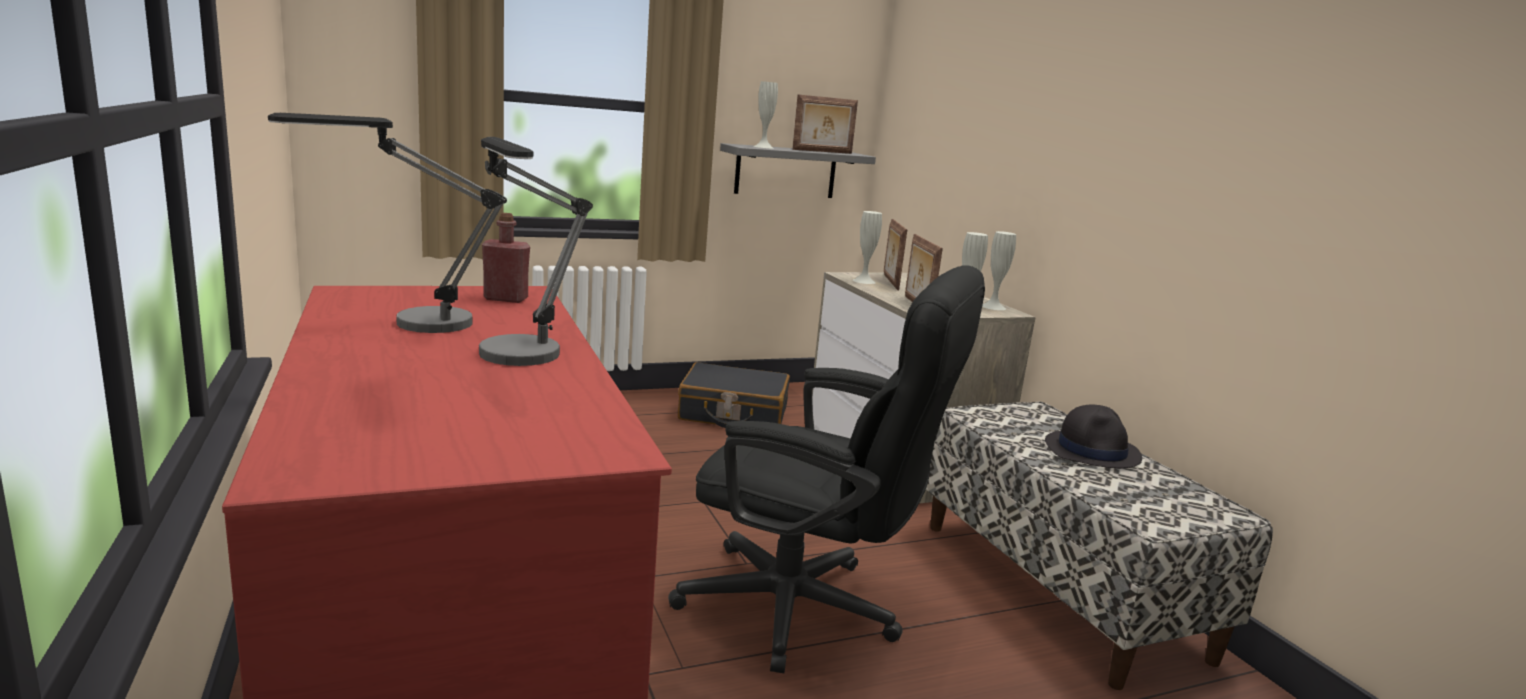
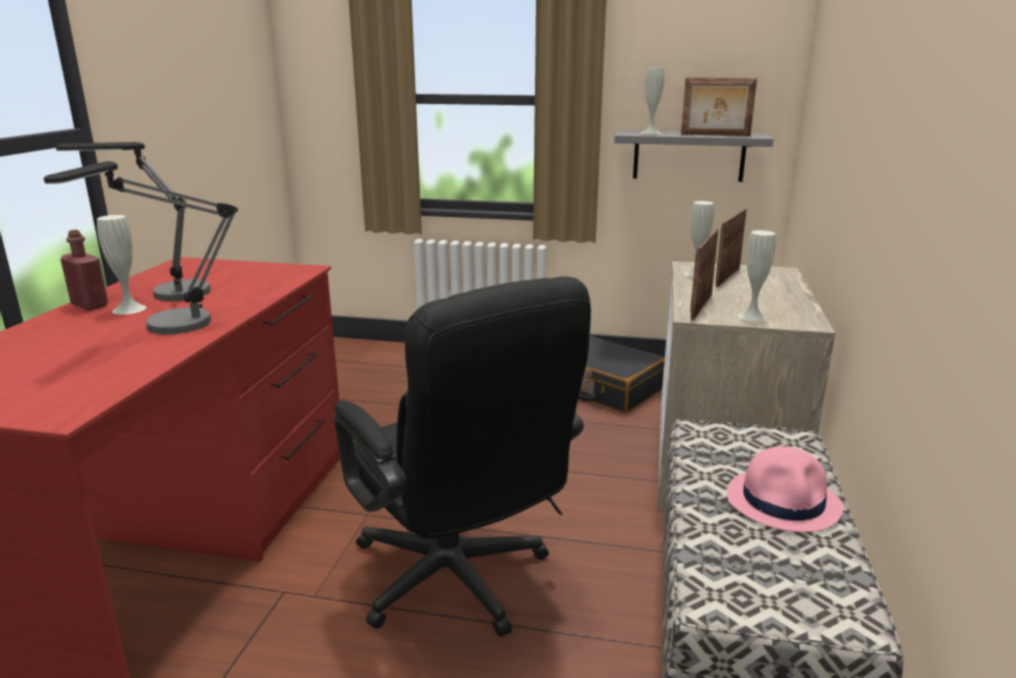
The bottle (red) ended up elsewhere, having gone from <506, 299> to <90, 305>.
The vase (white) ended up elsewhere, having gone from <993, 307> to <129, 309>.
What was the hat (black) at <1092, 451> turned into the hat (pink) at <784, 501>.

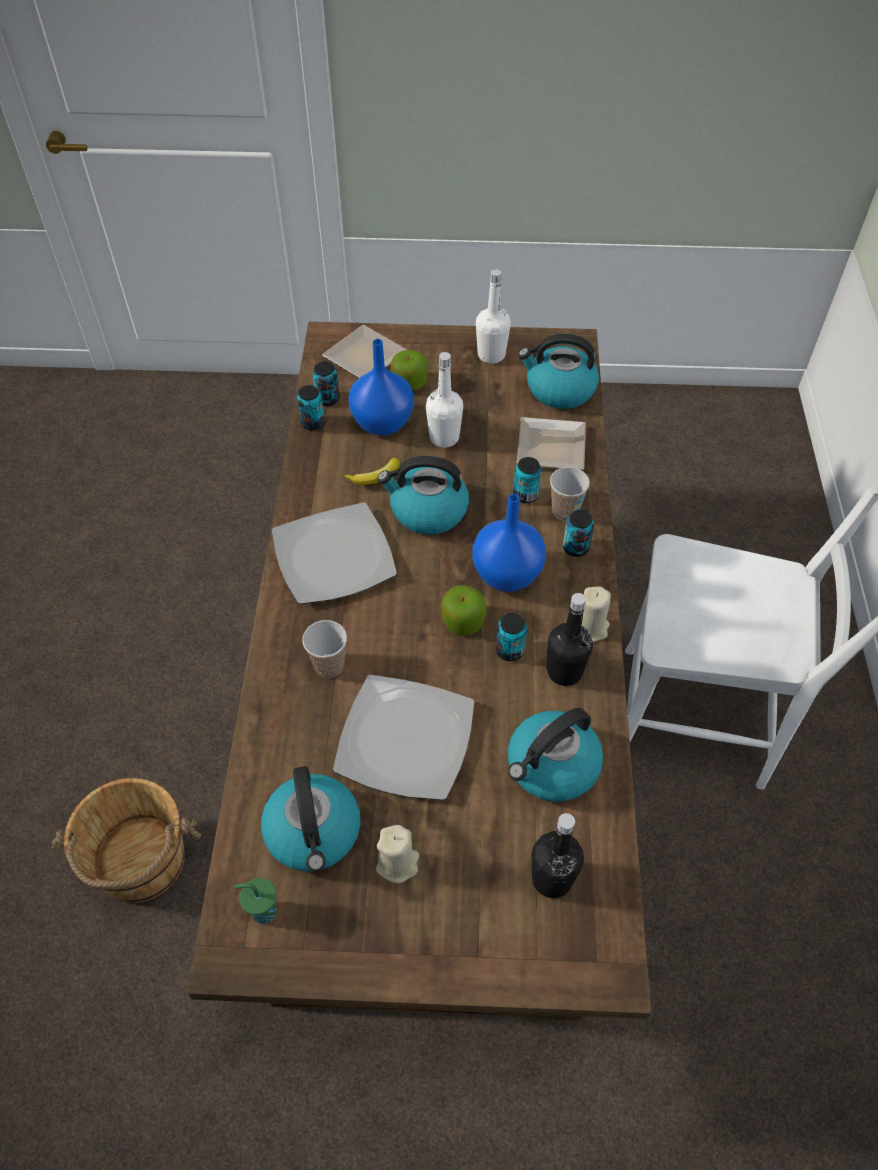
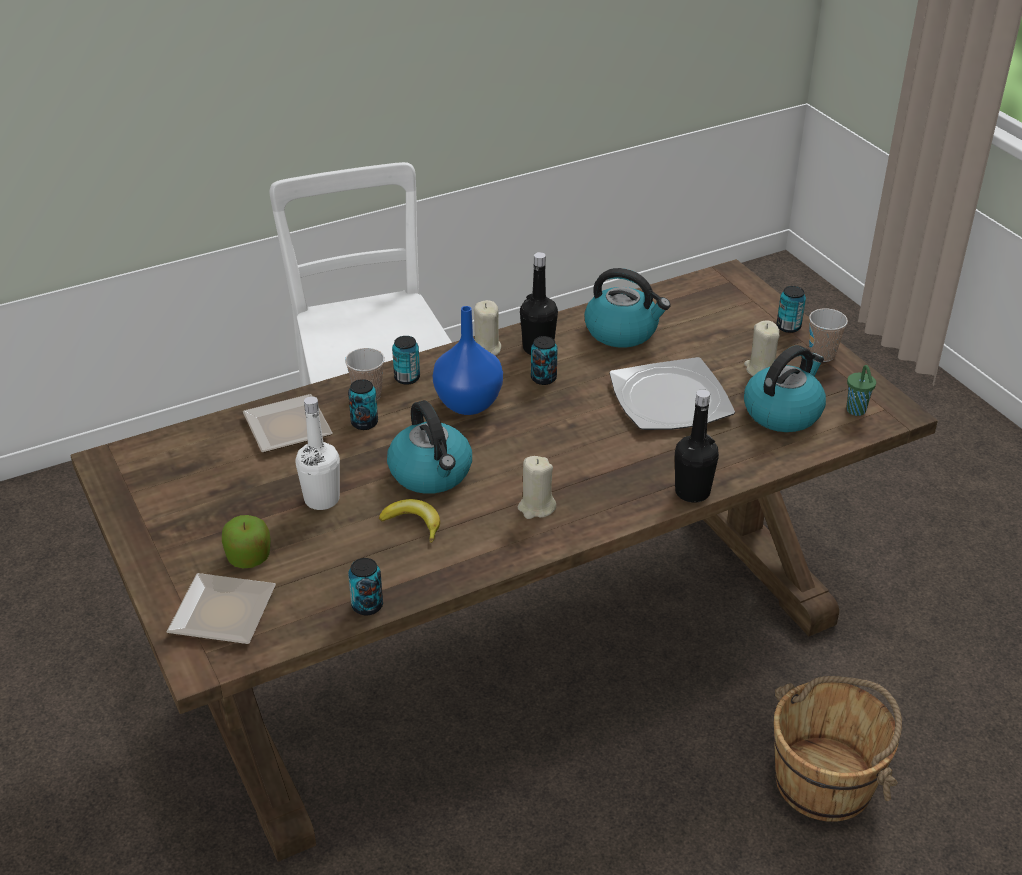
Where the plate stood at <335, 557>, the candle (beige) came to stand at <536, 507>.
The cup ended up elsewhere, having gone from <329, 665> to <822, 354>.
The can ended up elsewhere, having gone from <327, 399> to <788, 327>.
The second view lost the vase (blue) at <383, 424>.
The second view lost the apple at <463, 621>.
The second view lost the bottle (white) at <491, 355>.
The second view lost the kettle at <559, 389>.
The bottle (black) ended up elsewhere, having gone from <552, 879> to <692, 492>.

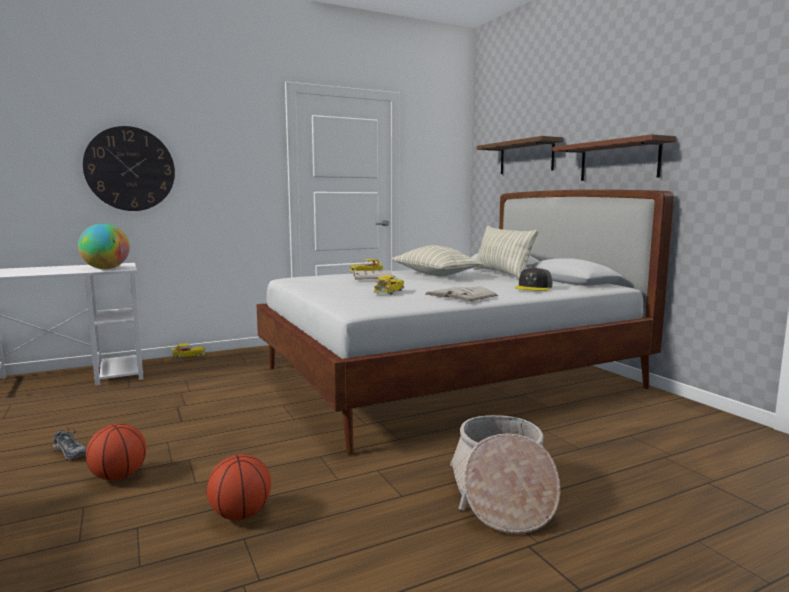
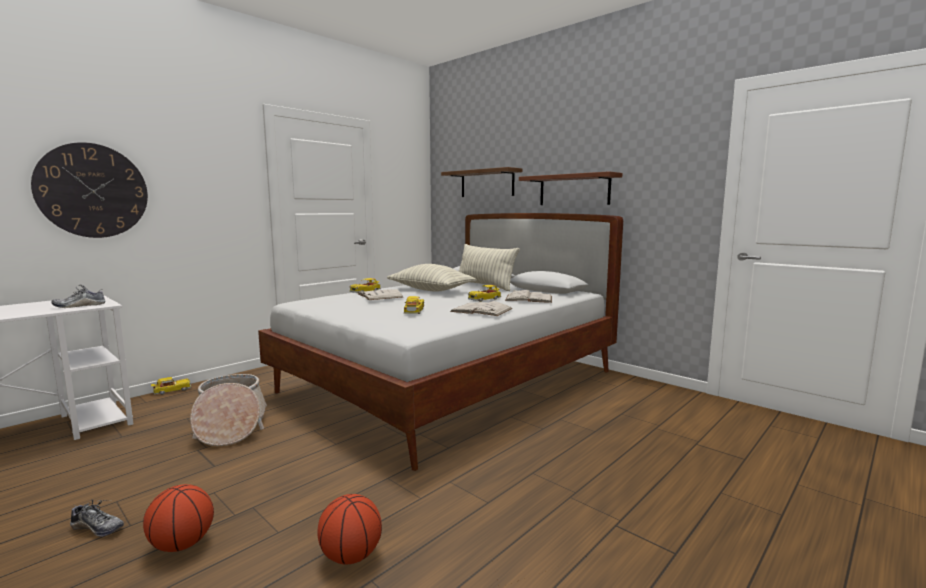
Where the globe stood at <106, 269>, the shoe came to stand at <79, 306>.
The basket ended up elsewhere, having gone from <501, 495> to <230, 426>.
Where the cap (grey) stood at <533, 287>, the book (white) came to stand at <529, 298>.
The second view gained the toy car at <485, 299>.

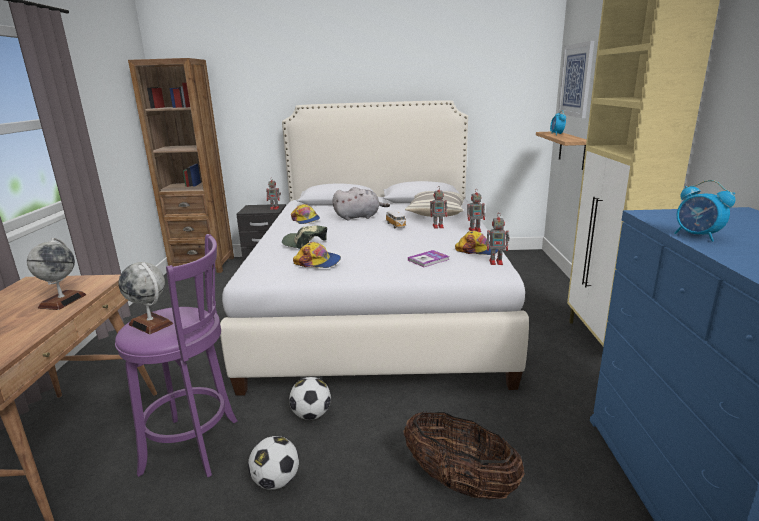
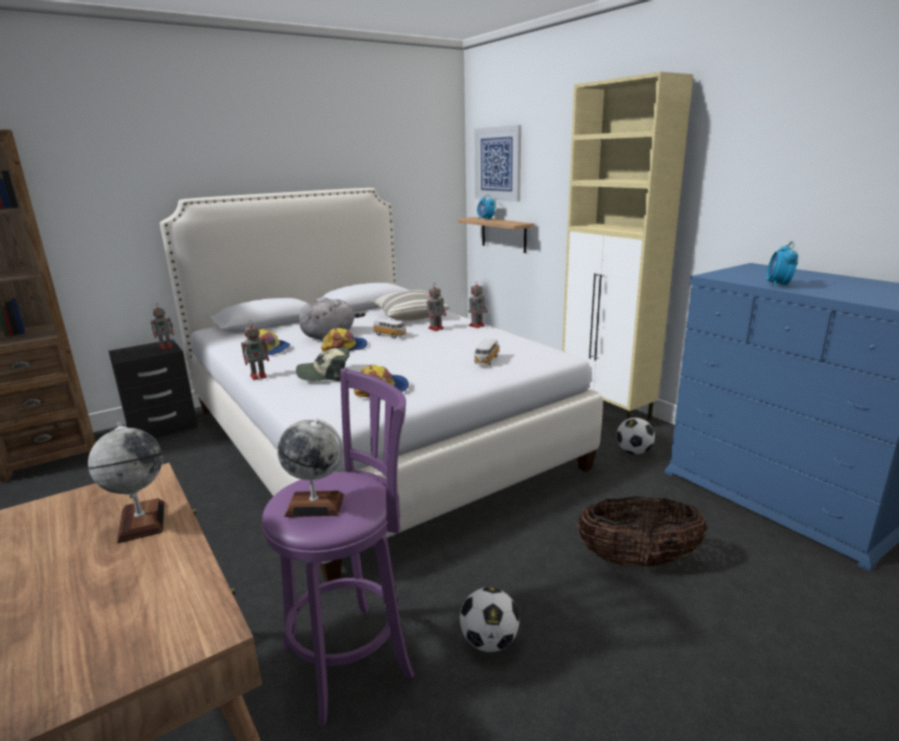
The football ended up elsewhere, having gone from <311, 415> to <634, 452>.
Where the book stood at <428, 260>, the toy car came to stand at <486, 360>.
The cap ended up elsewhere, having gone from <478, 249> to <345, 347>.
The toy robot ended up elsewhere, having gone from <496, 262> to <259, 376>.
The alarm clock at <697, 236> ended up facing another way, 90 degrees clockwise from before.

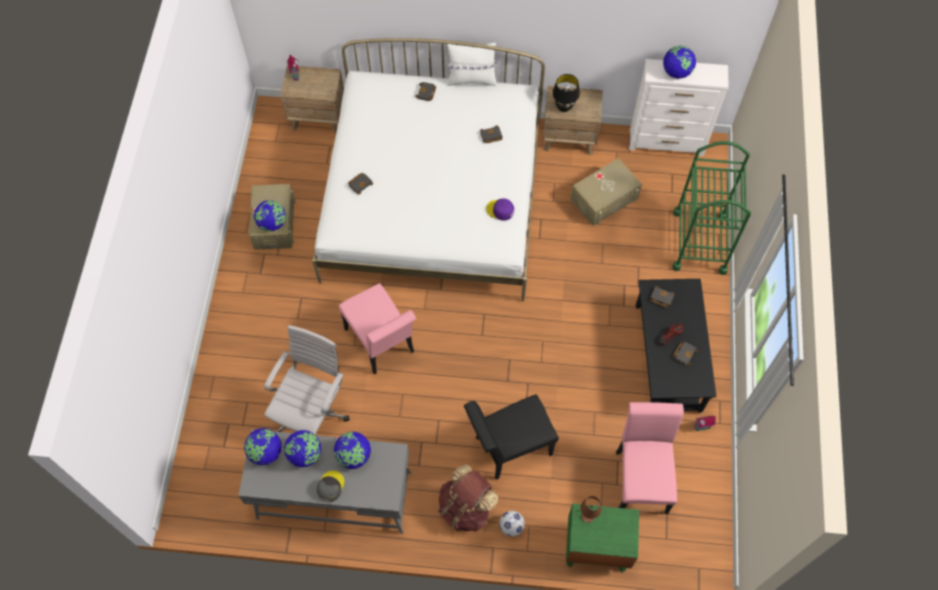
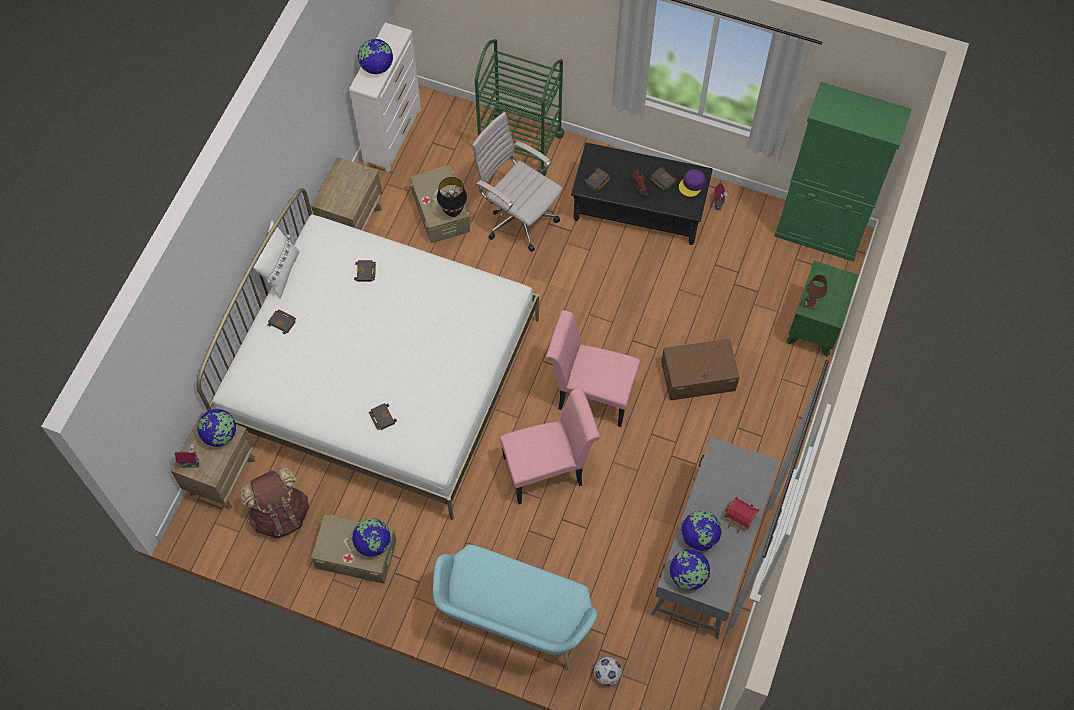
The office chair (white) ended up elsewhere, having gone from <313, 413> to <517, 218>.
Where the cap (grey) stood at <330, 486>, the toy house came to stand at <740, 519>.
The globe ended up elsewhere, having gone from <354, 456> to <220, 435>.
The backpack (brown) ended up elsewhere, having gone from <466, 508> to <280, 514>.
Where the chair (black) stood at <508, 448>, the storage box (brown) came to stand at <698, 376>.
The cap (purple) ended up elsewhere, having gone from <500, 210> to <692, 184>.
The football ended up elsewhere, having gone from <511, 526> to <607, 675>.
The table lamp (black) ended up elsewhere, having gone from <564, 108> to <453, 211>.
The chair (pink) ended up elsewhere, having gone from <641, 476> to <590, 394>.
The second view gained the bench (turquoise) at <513, 623>.
The second view gained the cabinet (green) at <819, 232>.

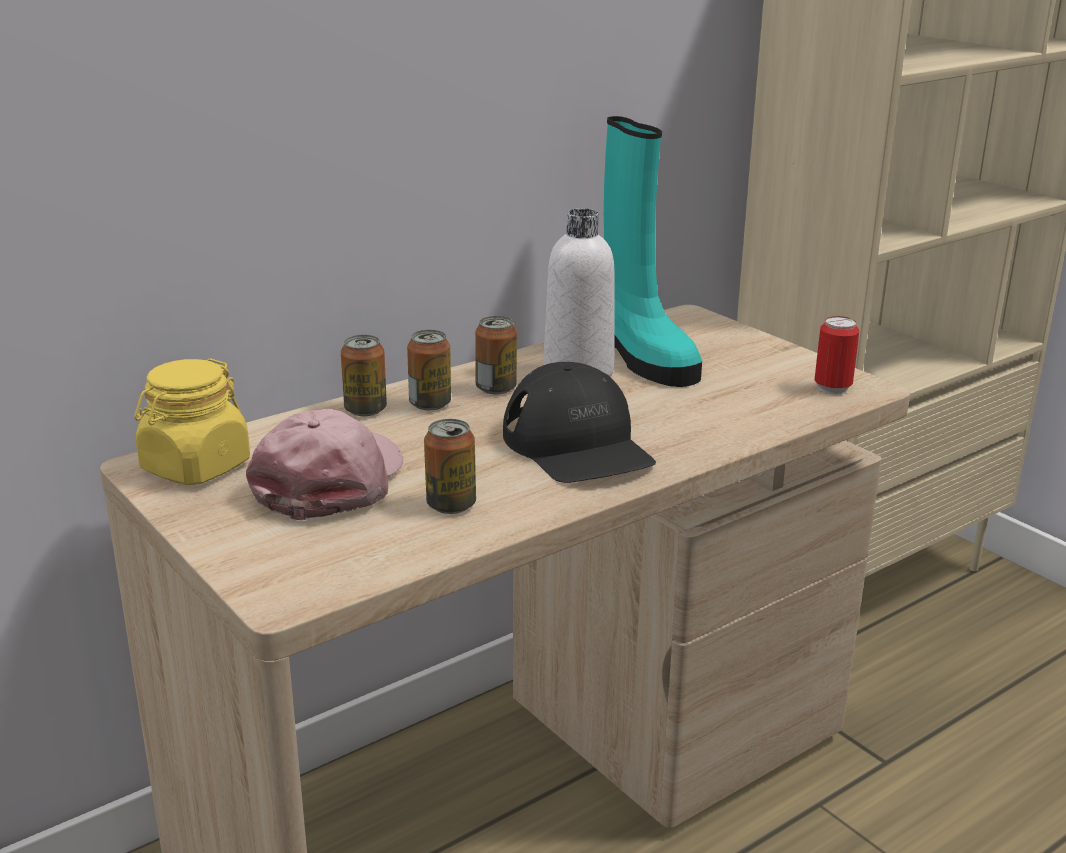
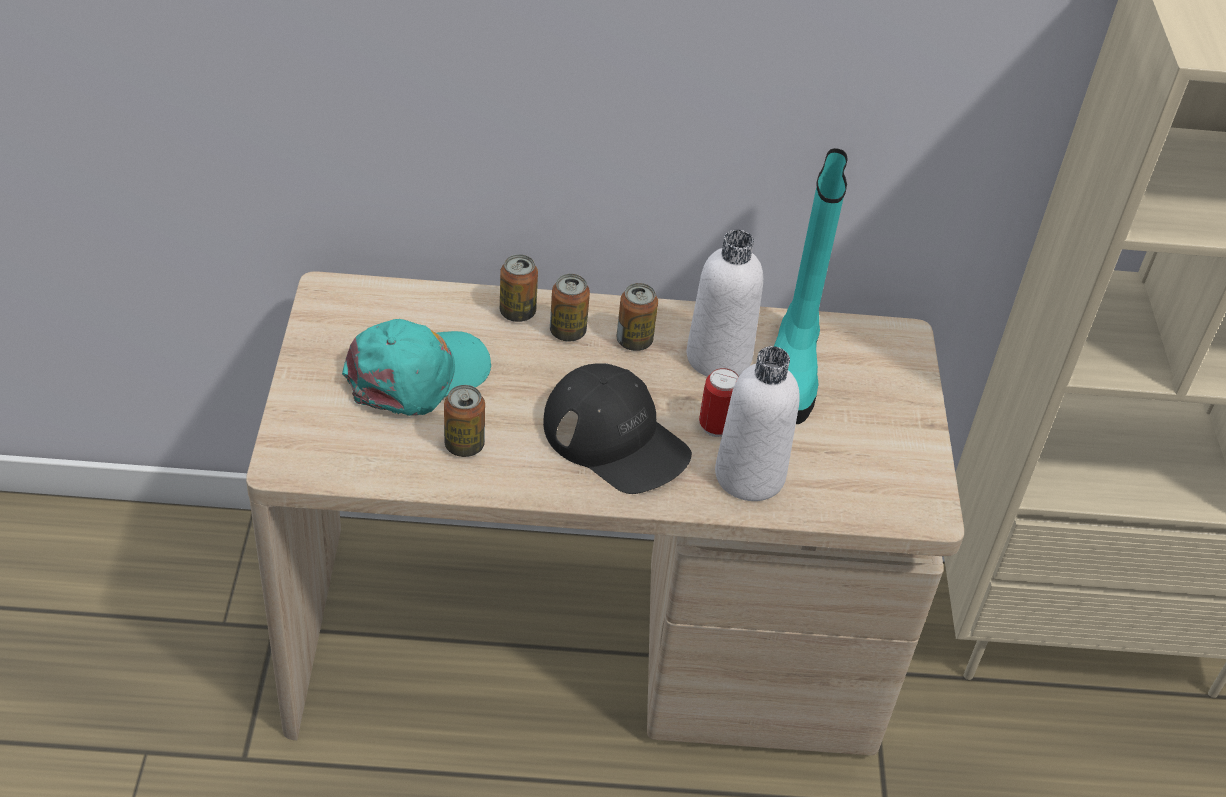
The second view lost the jar (yellow) at <195, 467>.
What was the cap (pink) at <331, 481> turned into the cap (turquoise) at <417, 375>.
The cap (black) at <578, 445> ended up facing another way, 60 degrees counterclockwise from before.
The can ended up elsewhere, having gone from <832, 388> to <716, 426>.
The second view gained the bottle (white) at <749, 476>.

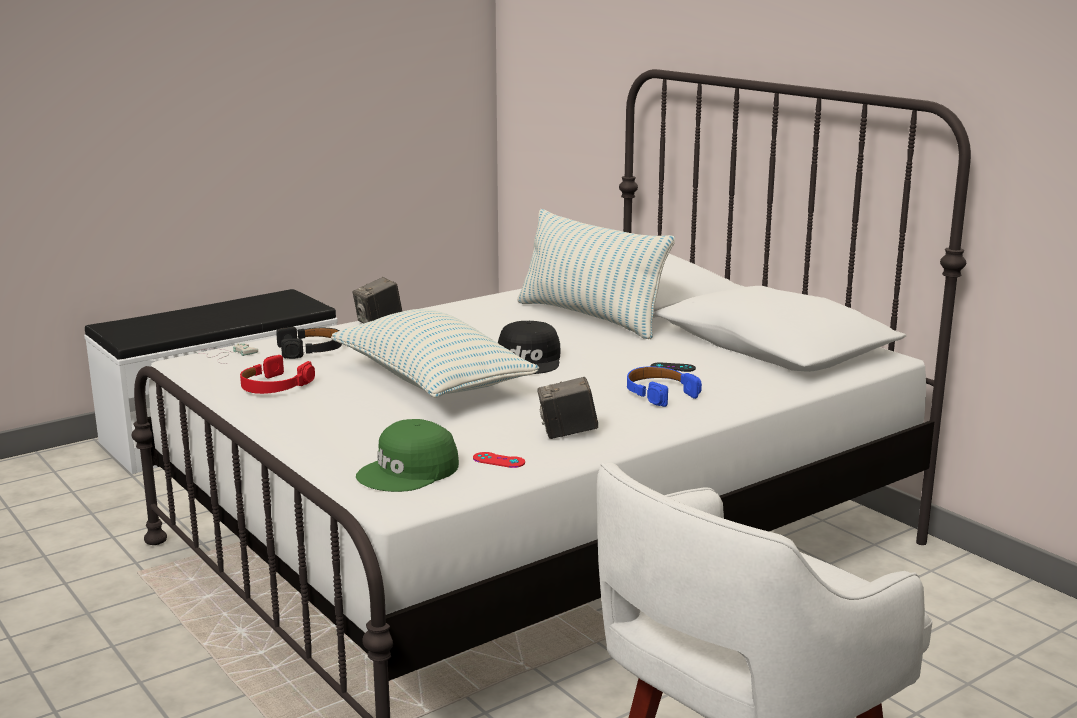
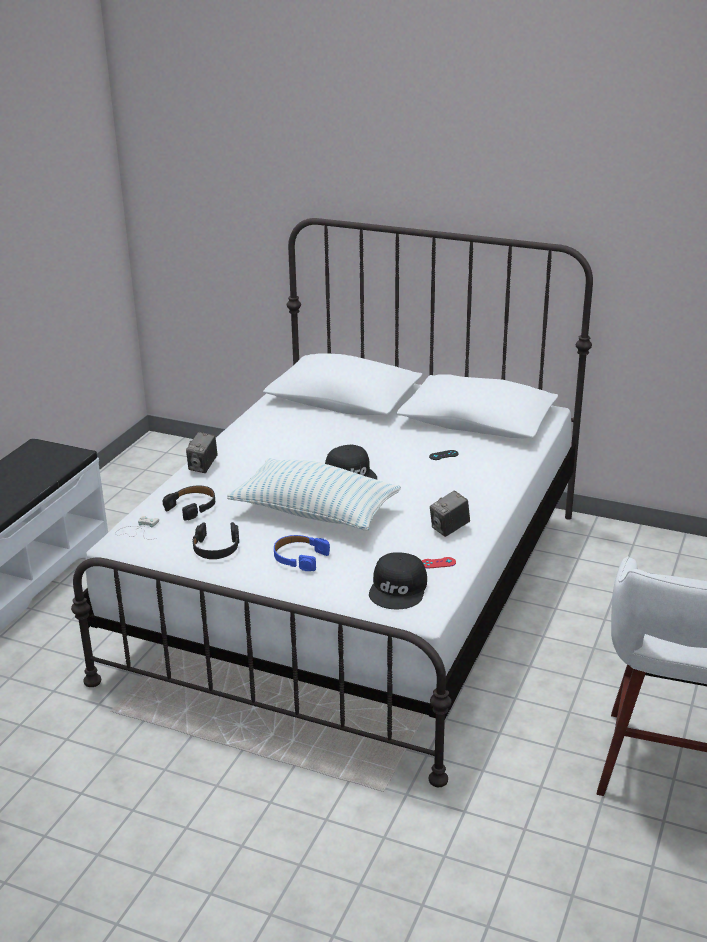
What was the headphones (red) at <274, 386> turned into the headphones (black) at <216, 548>.
What was the cap (green) at <409, 471> turned into the cap (black) at <399, 589>.
The second view lost the pillow at <590, 318>.
The headphones (blue) ended up elsewhere, having gone from <659, 393> to <299, 558>.

